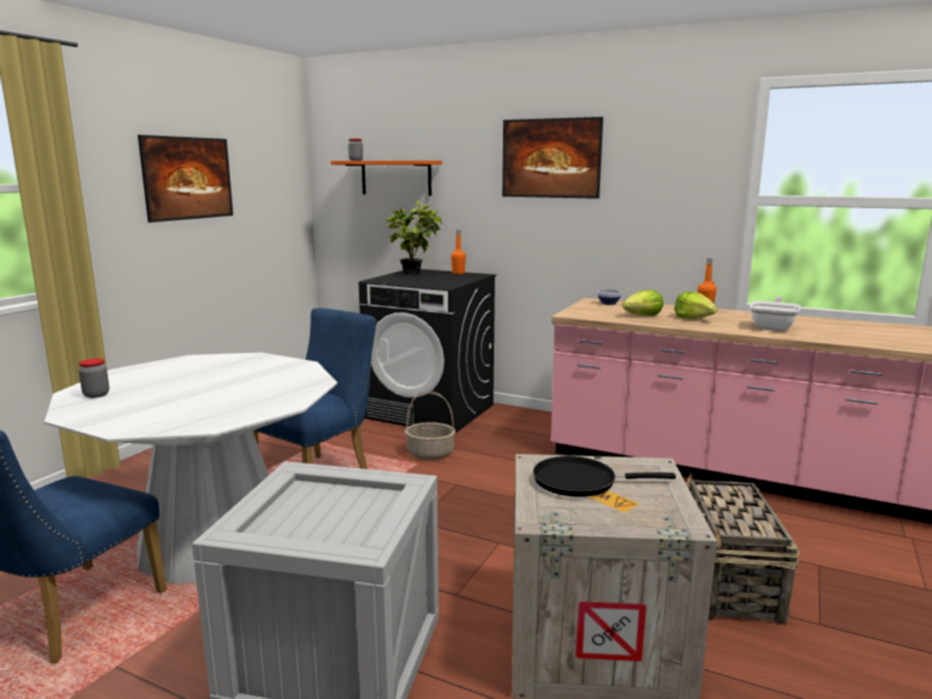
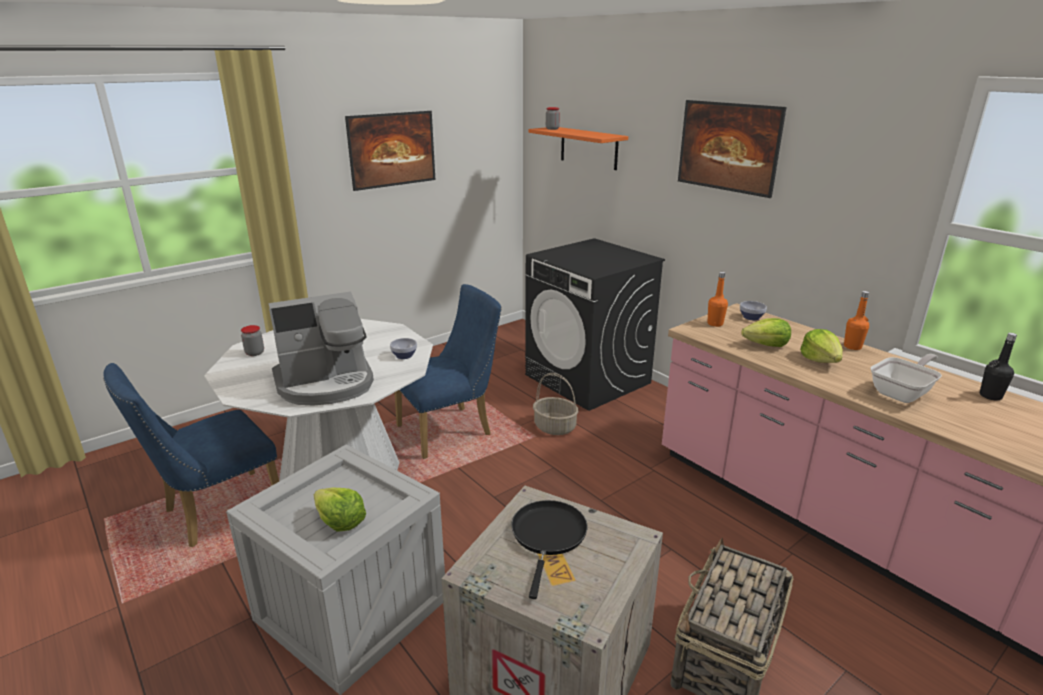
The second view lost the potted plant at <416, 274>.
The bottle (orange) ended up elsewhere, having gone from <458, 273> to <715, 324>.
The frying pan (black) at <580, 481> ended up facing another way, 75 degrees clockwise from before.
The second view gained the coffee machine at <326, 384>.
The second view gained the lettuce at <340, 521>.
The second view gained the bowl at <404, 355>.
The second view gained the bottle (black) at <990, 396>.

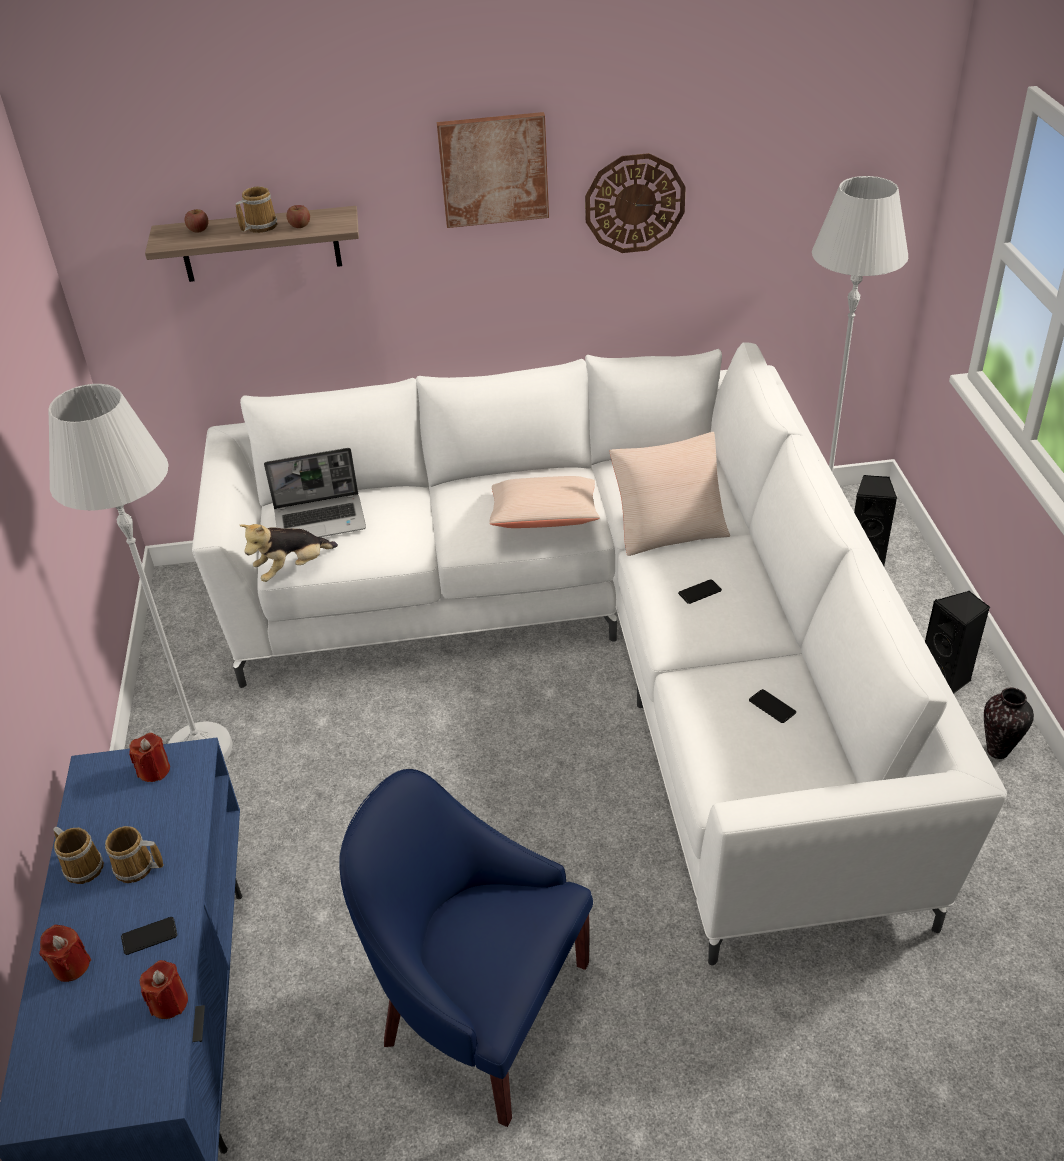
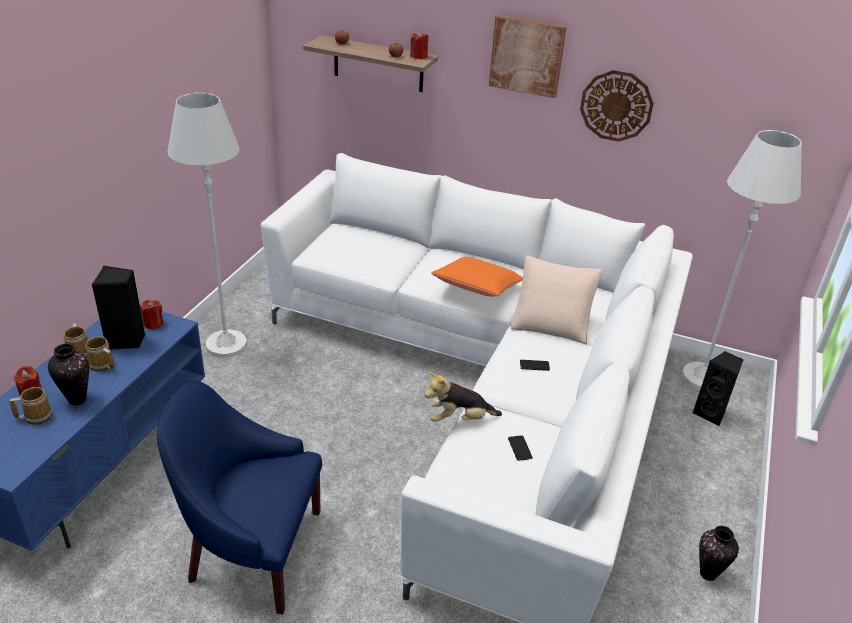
Where the phone stood at <149, 936>, the vase came to stand at <77, 399>.
The candle (red) ended up elsewhere, having gone from <169, 1002> to <419, 56>.
The mug ended up elsewhere, having gone from <259, 226> to <36, 416>.
The plush toy ended up elsewhere, having gone from <292, 568> to <459, 419>.
The second view lost the laptop at <321, 520>.
The armchair (blue) at <479, 1010> ended up facing another way, 45 degrees counterclockwise from before.
What was the pillow (beige) at <544, 518> turned into the pillow (orange) at <477, 288>.
The speaker (black) ended up elsewhere, having gone from <946, 680> to <126, 341>.

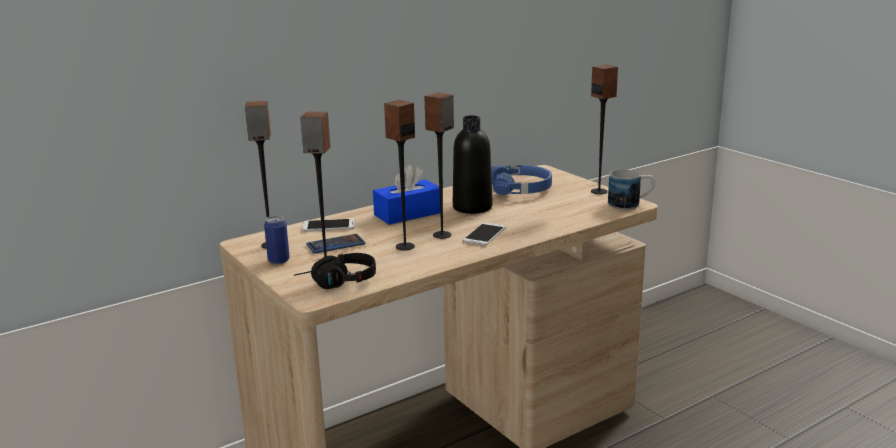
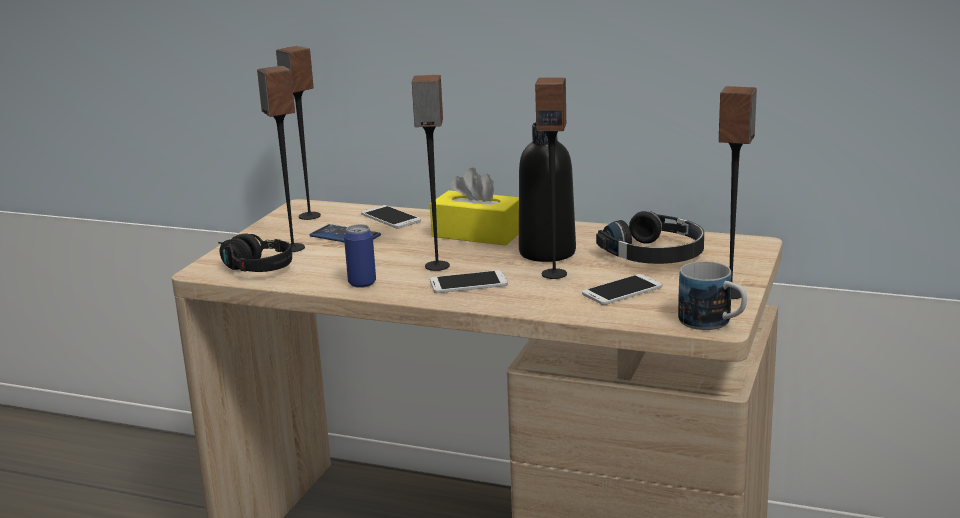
The can ended up elsewhere, having gone from <278, 260> to <362, 283>.
What was the tissue box (blue) at <408, 214> turned into the tissue box (yellow) at <477, 234>.
The speaker ended up elsewhere, having gone from <404, 246> to <554, 274>.
What was the headphones (blue) at <520, 189> turned into the headphones (black) at <655, 254>.
The second view gained the phone at <622, 290>.

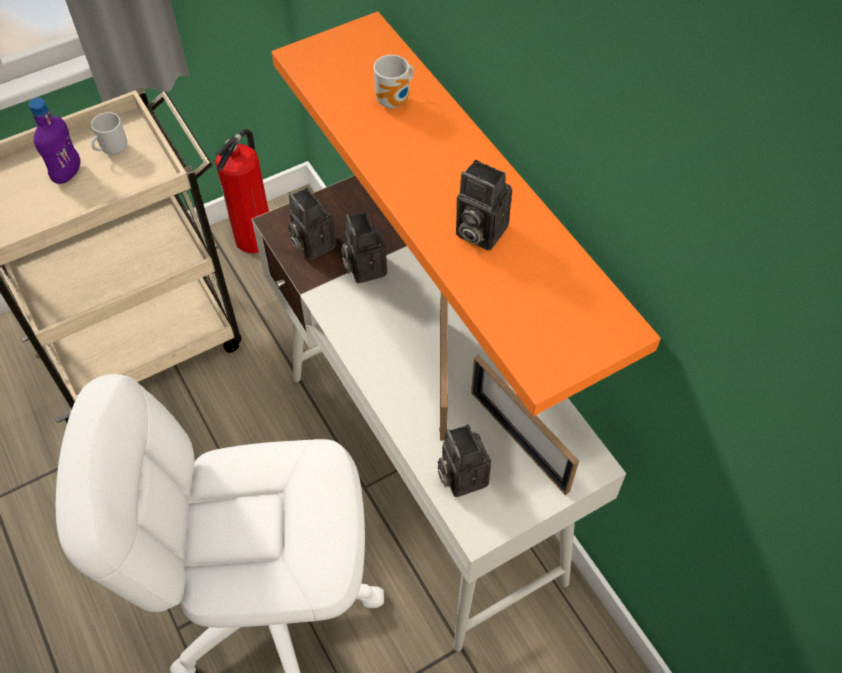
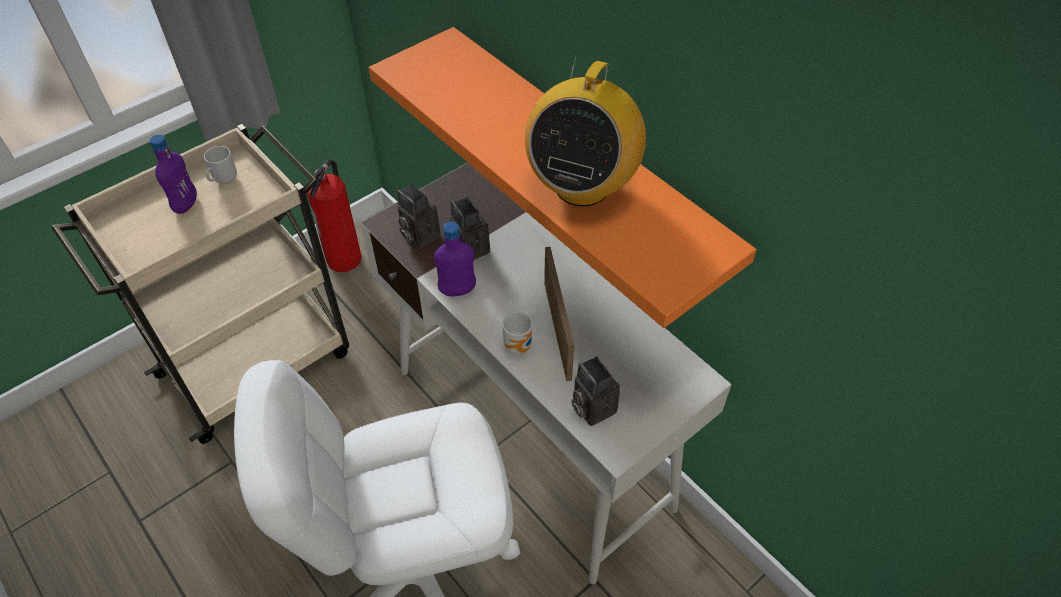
The mug ended up elsewhere, having gone from <395, 101> to <520, 346>.
Where the photo camera stood at <477, 231>, the radio came to stand at <582, 186>.
The second view lost the picture frame at <519, 440>.
The second view gained the bottle (purple) at <457, 290>.

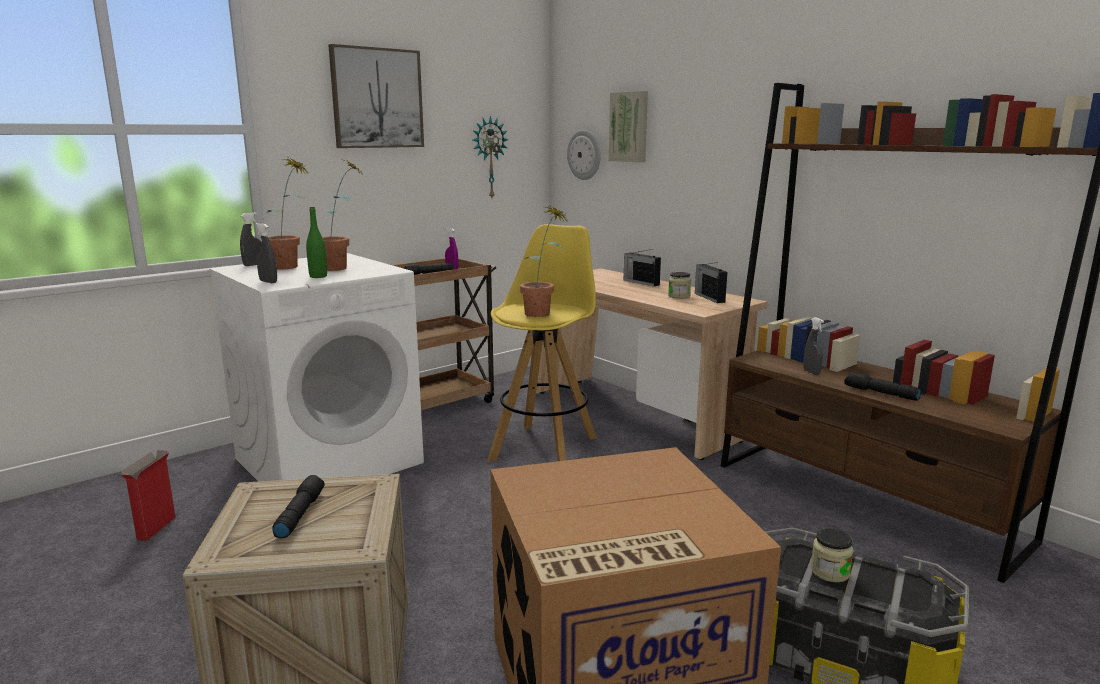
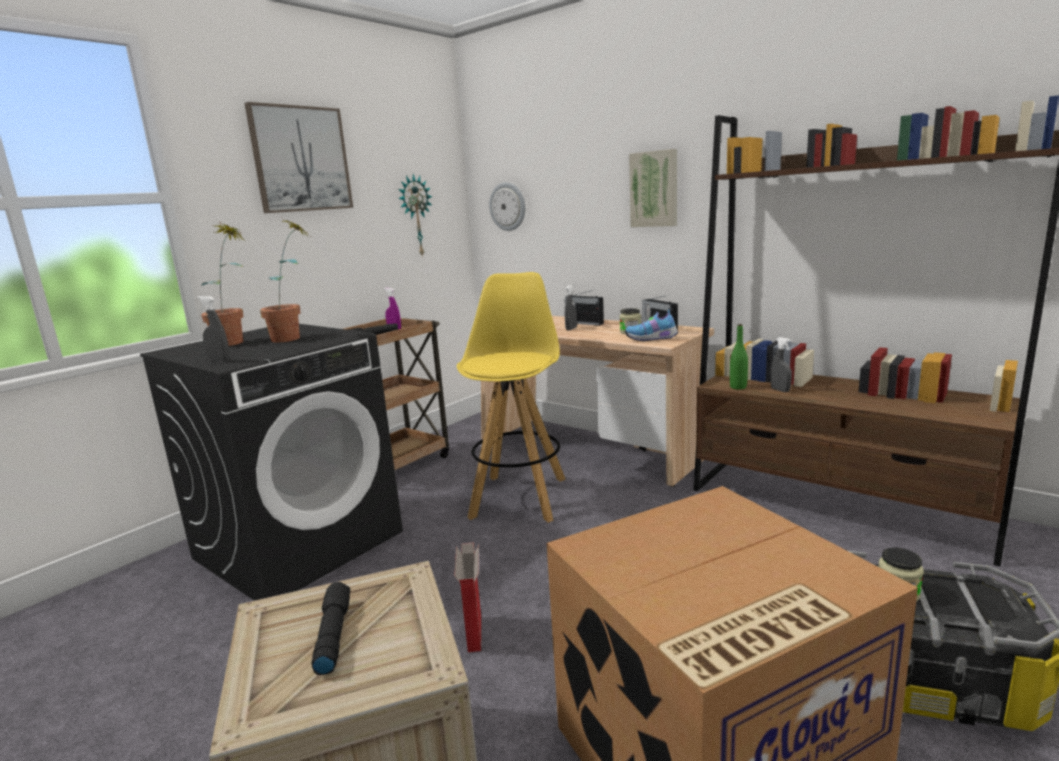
The cardboard box ended up elsewhere, having gone from <156, 529> to <474, 634>.
What was the washing machine (white) at <330, 460> turned into the washing machine (black) at <300, 544>.
The spray bottle (grey) ended up elsewhere, having gone from <253, 265> to <571, 329>.
The bottle (green) ended up elsewhere, having gone from <318, 276> to <738, 387>.
The second view lost the potted plant at <543, 312>.
The picture ended up elsewhere, having gone from <629, 127> to <654, 189>.
The second view lost the flashlight (black) at <880, 393>.
The second view gained the shoe at <652, 339>.

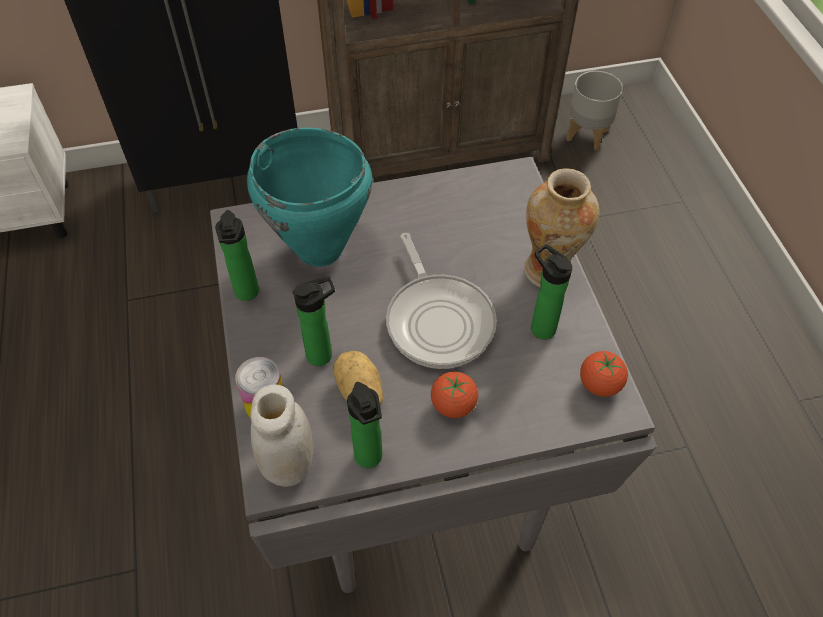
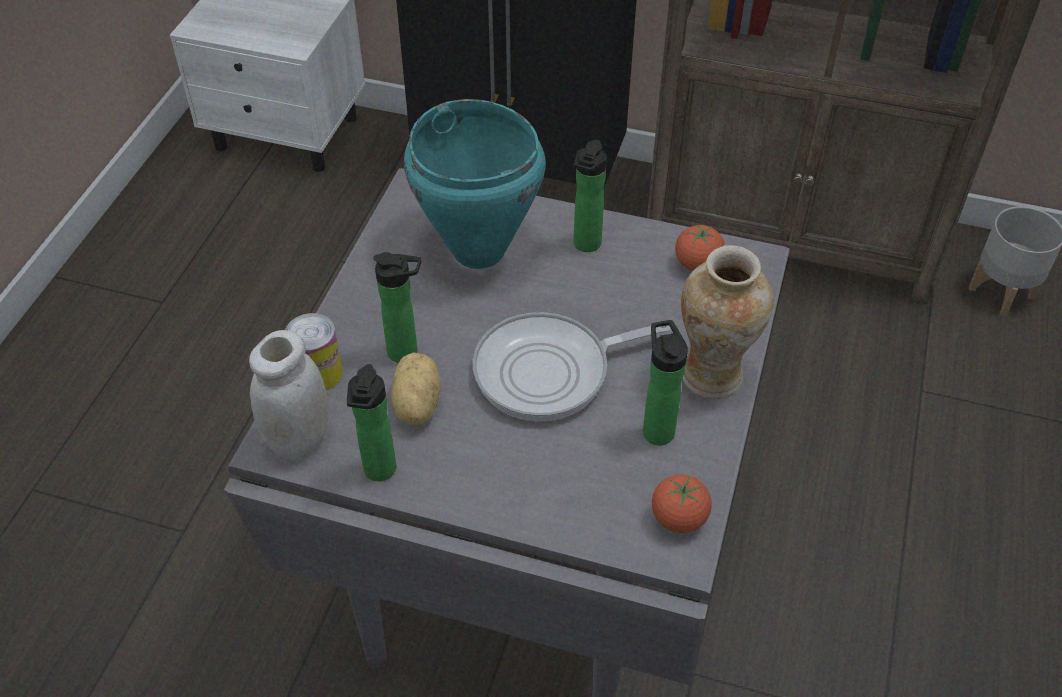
The bottle ended up elsewhere, having gone from <247, 295> to <585, 246>.
The frying pan at <438, 319> ended up facing another way, 60 degrees clockwise from before.
The tomato ended up elsewhere, having gone from <453, 405> to <697, 264>.

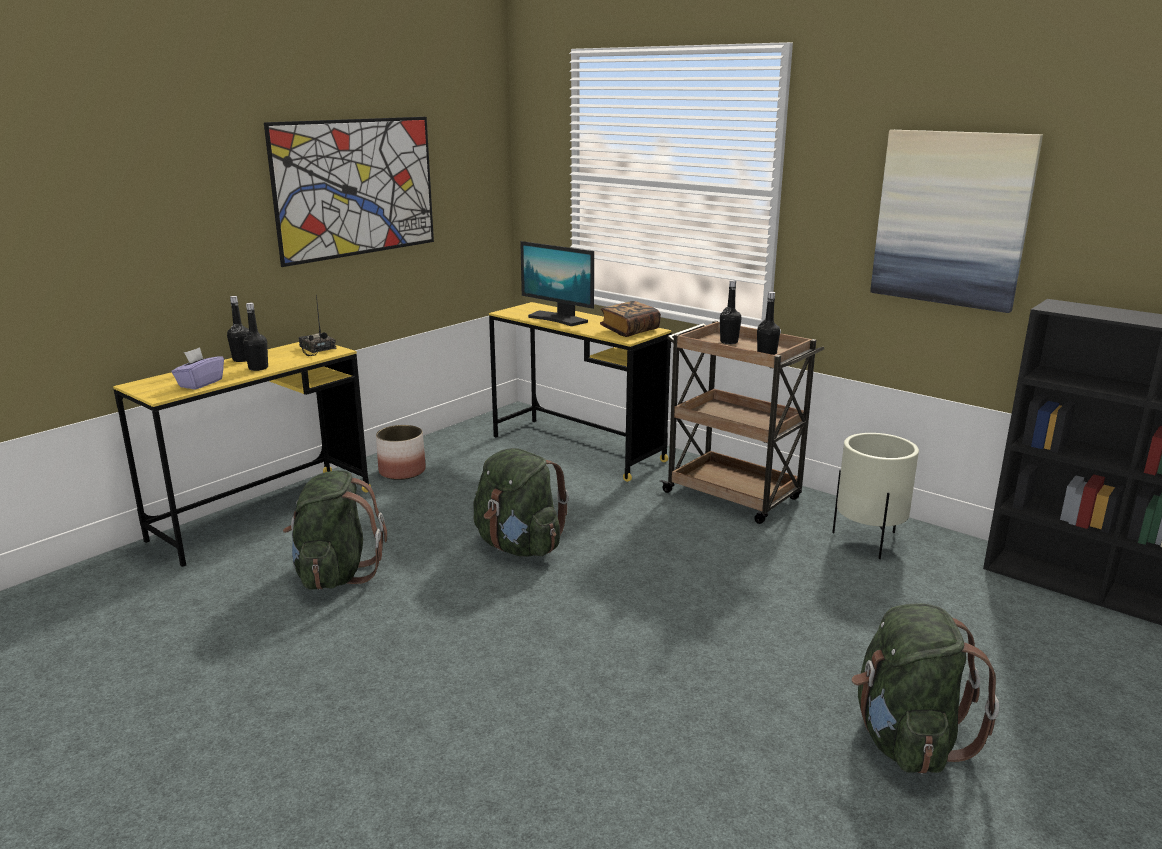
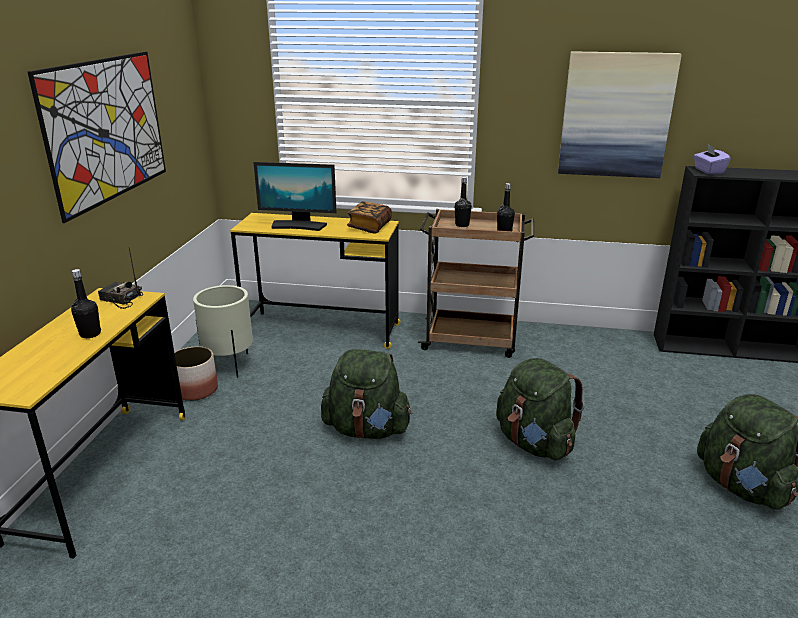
The tissue box (purple) ended up elsewhere, having gone from <200, 383> to <708, 171>.
The second view lost the bottle (black) at <242, 359>.
The backpack (green) ended up elsewhere, having gone from <335, 574> to <534, 443>.
The planter (beige) ended up elsewhere, having gone from <868, 541> to <229, 365>.

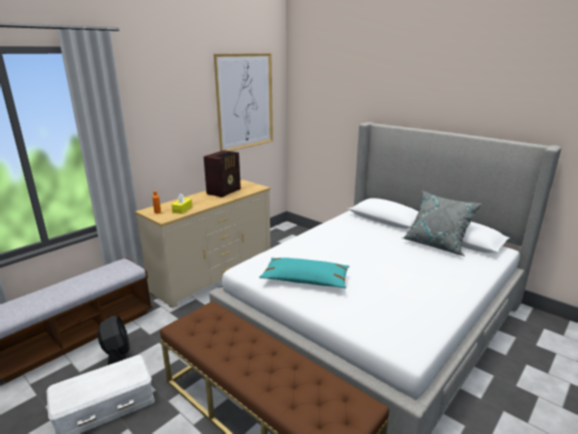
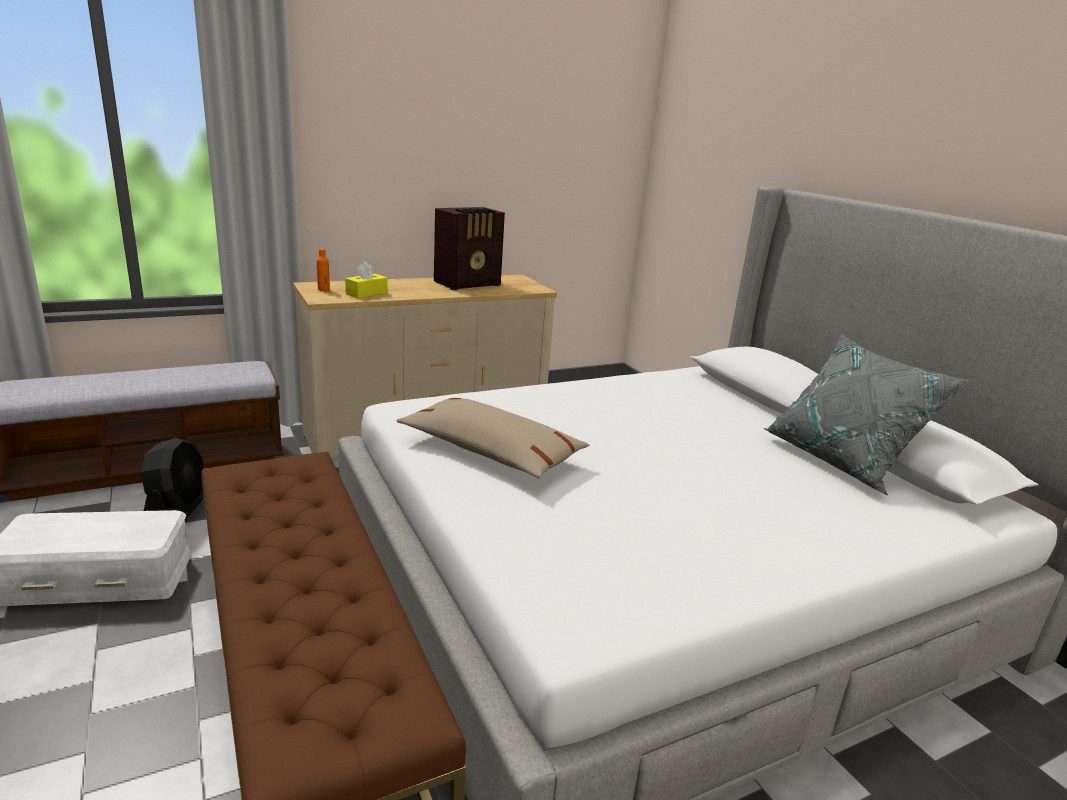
The second view lost the picture at <245, 101>.
What was the pillow (turquoise) at <305, 280> turned into the pillow (beige) at <490, 451>.

